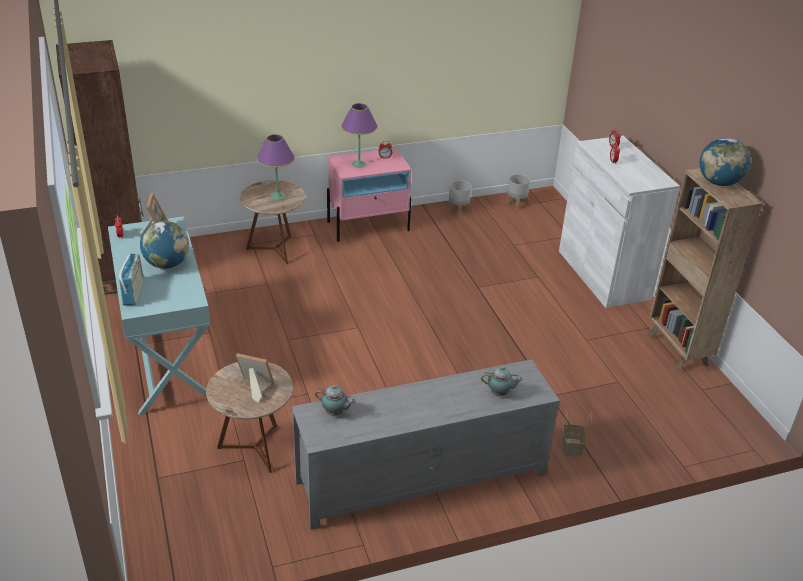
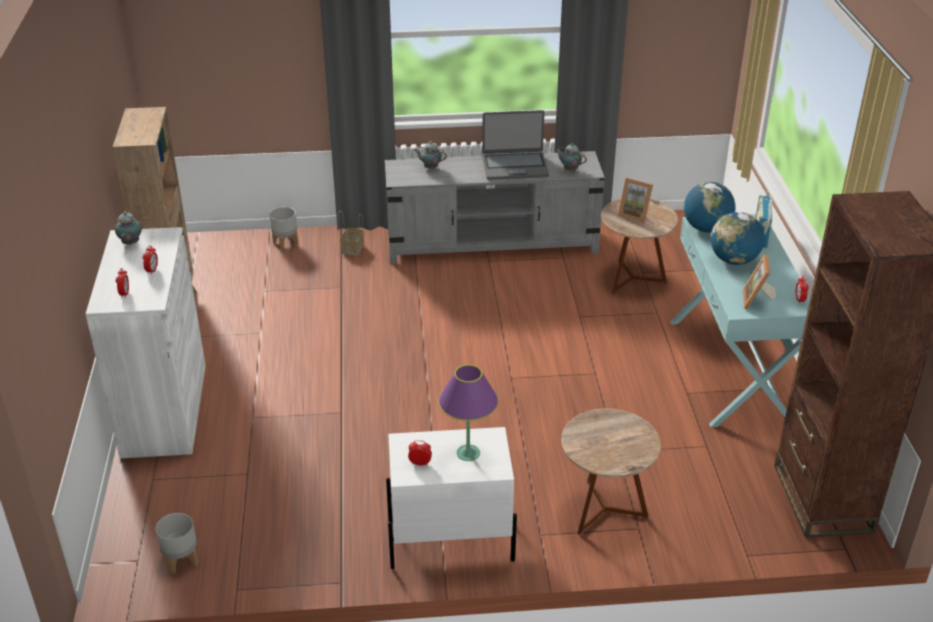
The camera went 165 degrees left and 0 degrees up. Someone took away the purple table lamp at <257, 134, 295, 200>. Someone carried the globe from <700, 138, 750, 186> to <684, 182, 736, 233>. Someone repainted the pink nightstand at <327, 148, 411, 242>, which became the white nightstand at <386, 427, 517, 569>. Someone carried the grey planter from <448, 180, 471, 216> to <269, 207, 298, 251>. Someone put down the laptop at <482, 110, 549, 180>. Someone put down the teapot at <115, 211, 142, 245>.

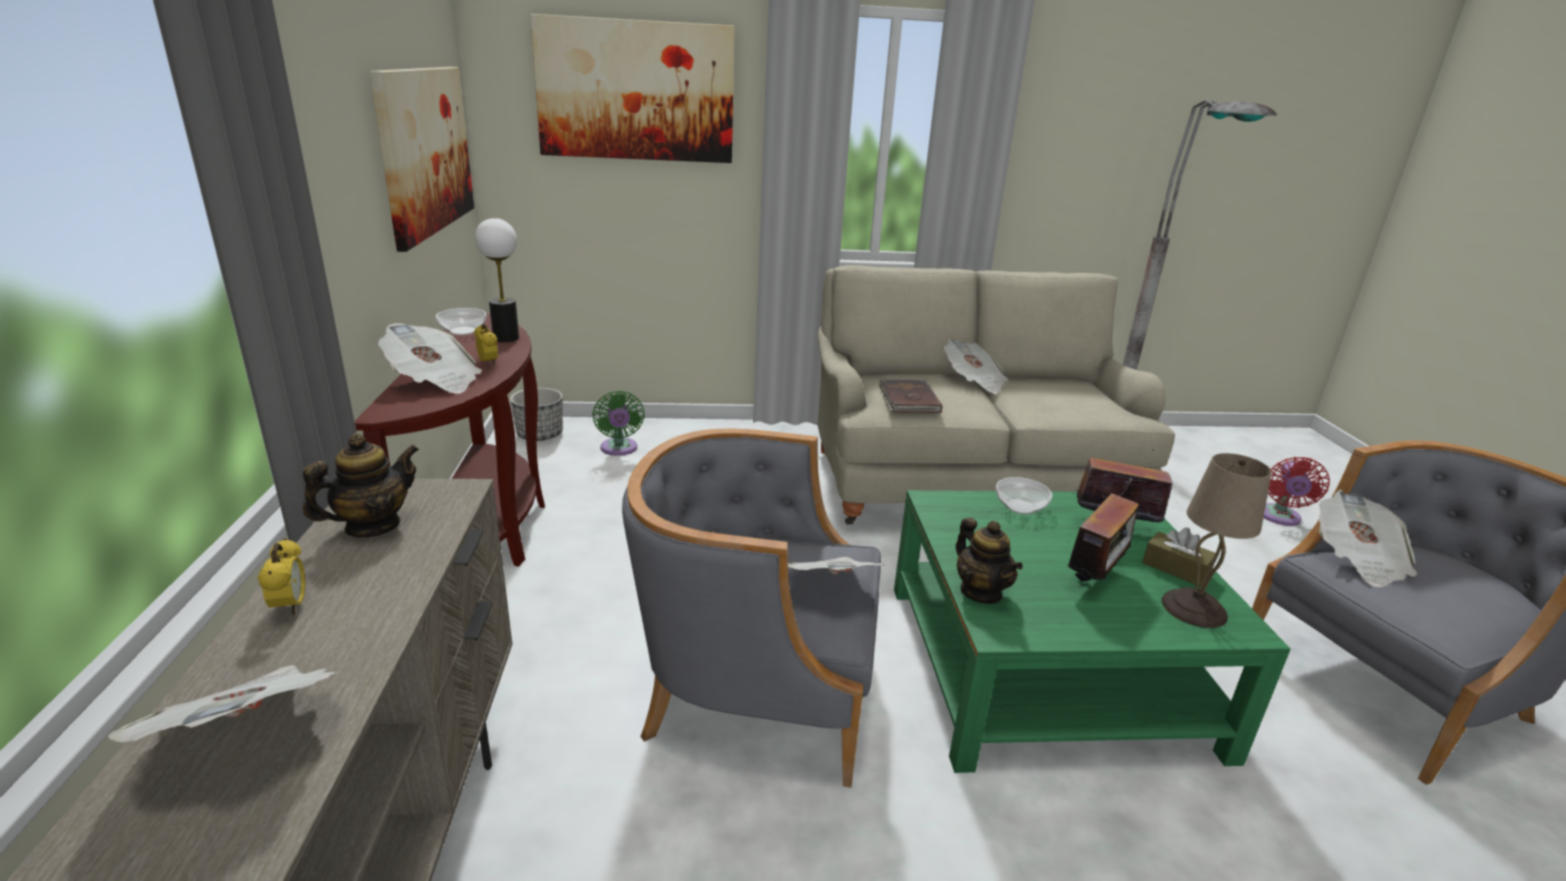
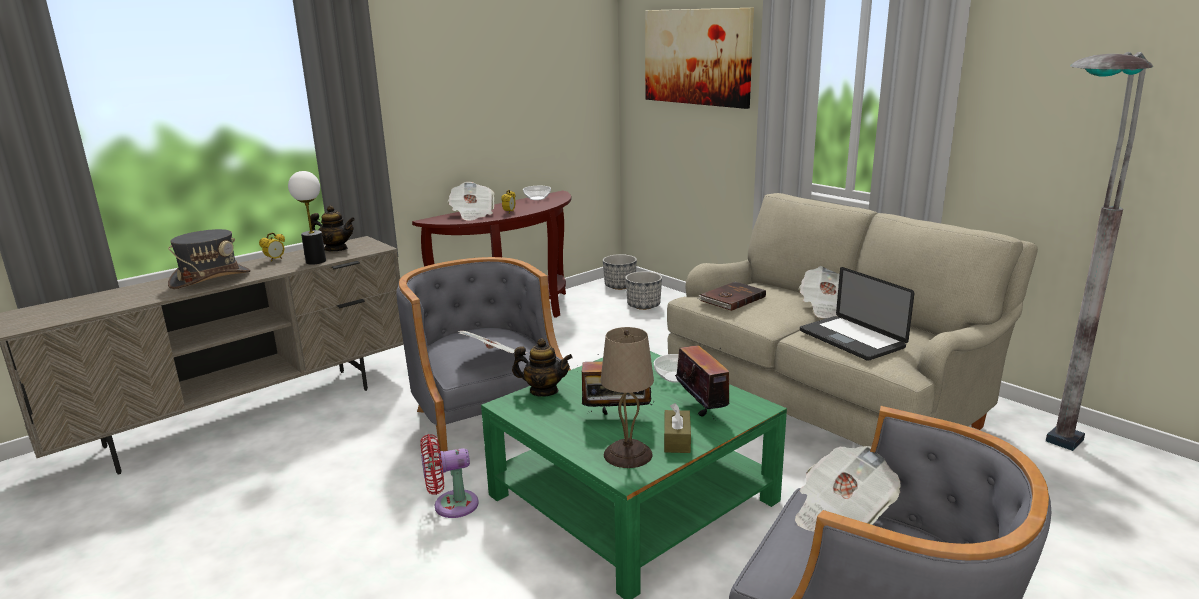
The camera went 55 degrees right and 5 degrees down. Someone took away the picture at <369, 67, 474, 252>. Someone carried the table lamp from <475, 218, 519, 342> to <288, 171, 326, 264>. Someone swapped the green fan at <592, 391, 645, 456> for the planter at <625, 271, 662, 310>. Someone carried the red fan from <1263, 457, 1330, 526> to <420, 434, 479, 518>. Someone rotated the teapot at <956, 518, 1023, 604> by 105 degrees counterclockwise. Someone swapped the newspaper at <108, 665, 339, 742> for the grey hat at <168, 229, 250, 289>. Someone put down the laptop at <800, 267, 915, 361>.

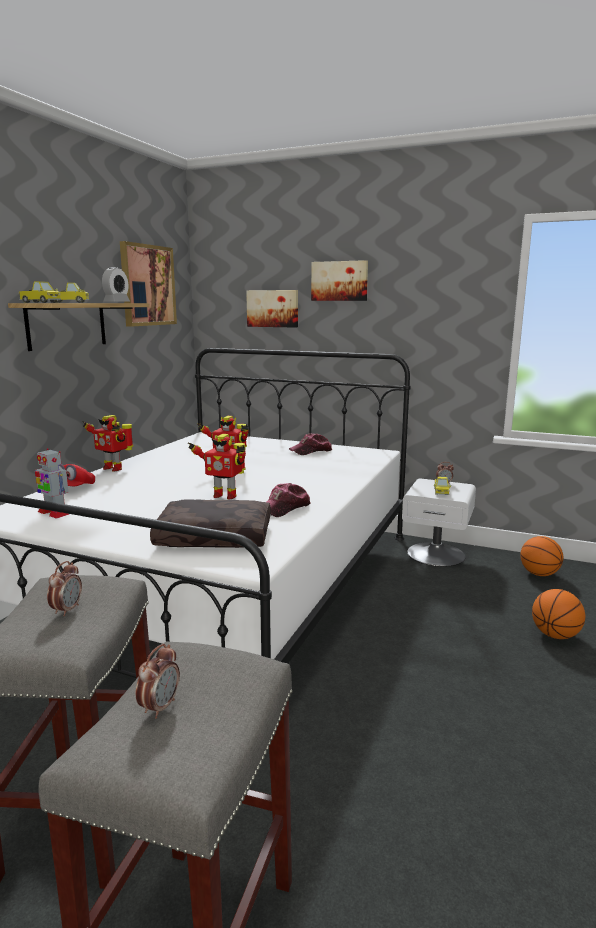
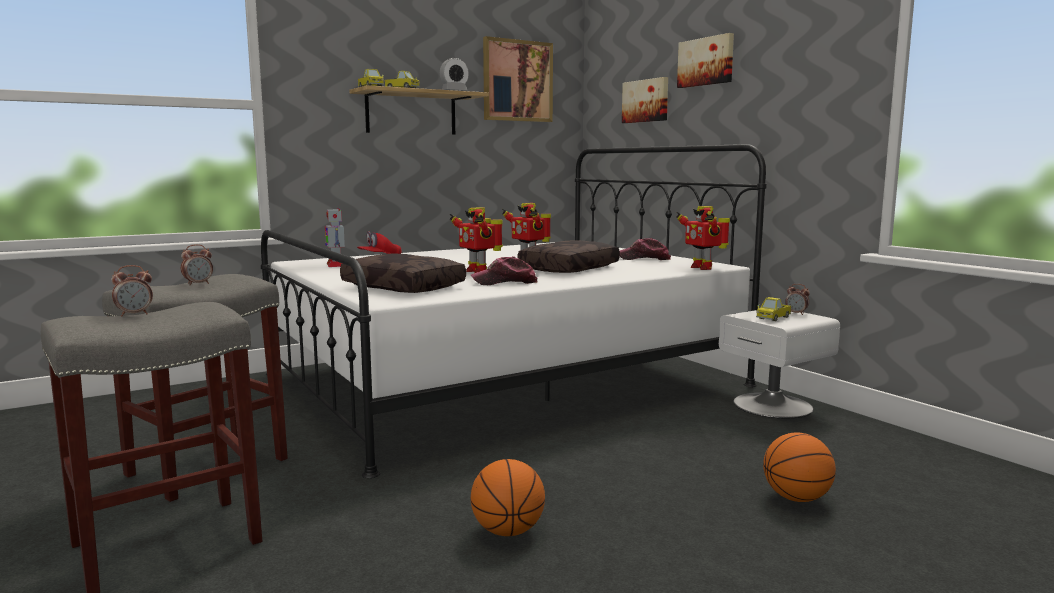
The camera went 35 degrees right and 5 degrees down. Someone carried the toy robot from <83, 415, 133, 471> to <676, 206, 730, 270>. Someone carried the basketball from <520, 536, 563, 576> to <471, 459, 545, 536>. Someone put down the brown pillow at <518, 240, 620, 273>.

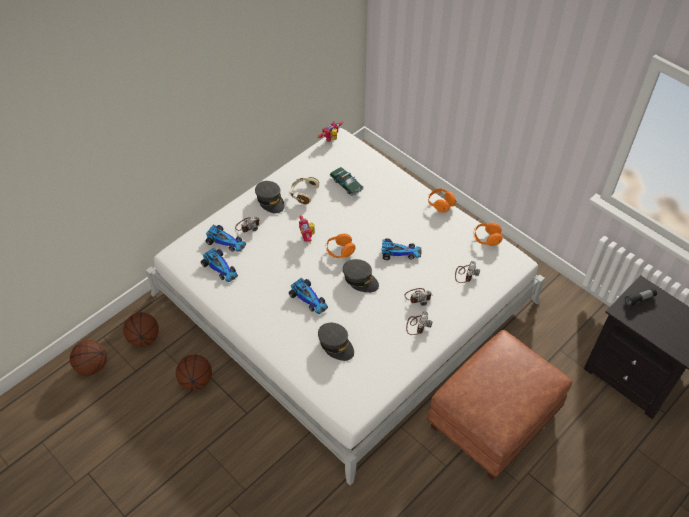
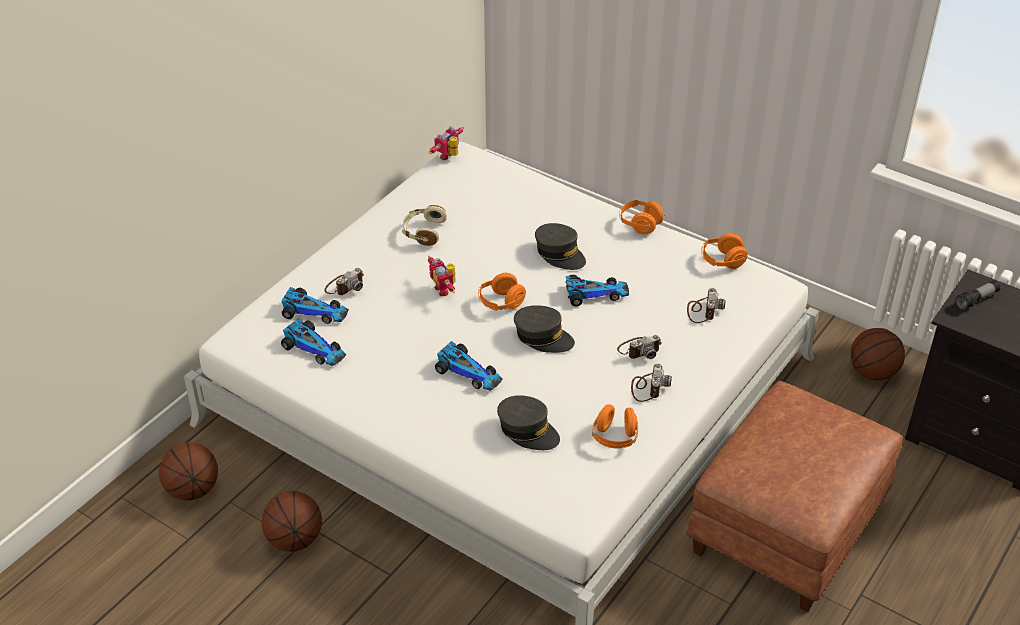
The camera went 10 degrees left and 10 degrees down. Someone took away the toy car at <329, 167, 364, 196>. Someone carried the grey cap from <255, 181, 285, 214> to <535, 223, 586, 270>. Someone carried the basketball from <70, 340, 107, 376> to <851, 328, 905, 381>. Someone put down the orange headphones at <592, 404, 638, 448>.

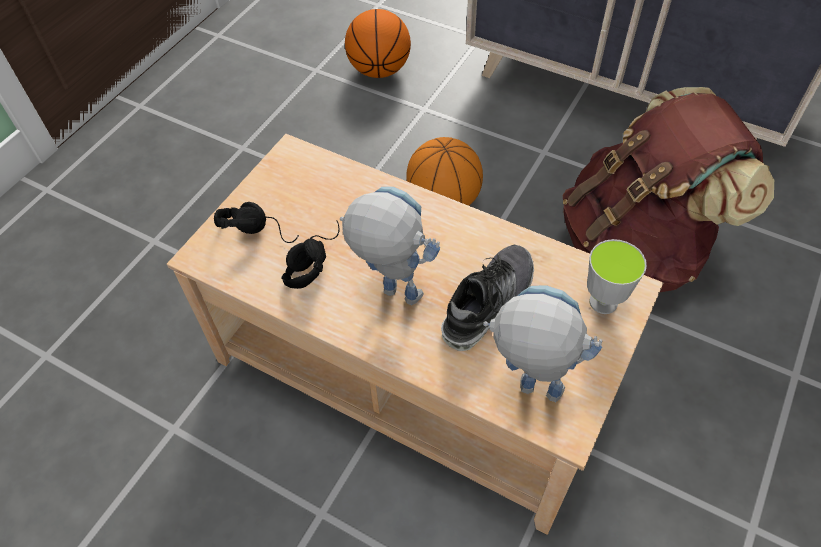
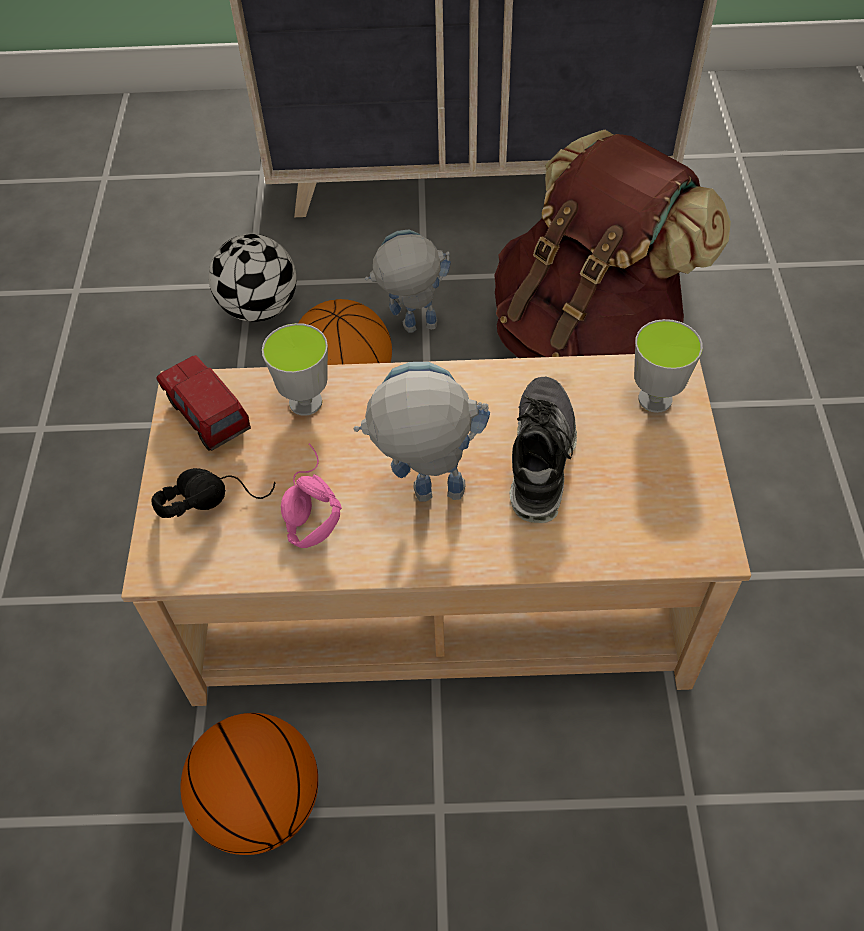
The camera went 30 degrees left and 0 degrees up. Someone carried the basketball from <345, 9, 411, 78> to <181, 713, 318, 855>. Someone repainted the black headphones at <281, 220, 339, 289>, which became the pink headphones at <281, 443, 342, 548>. Someone carried the toy robot from <483, 286, 602, 402> to <365, 229, 451, 333>. Someone put down the football at <209, 234, 296, 322>. Someone put down the cup at <262, 323, 328, 416>. Someone put down the toy truck at <156, 355, 251, 451>.

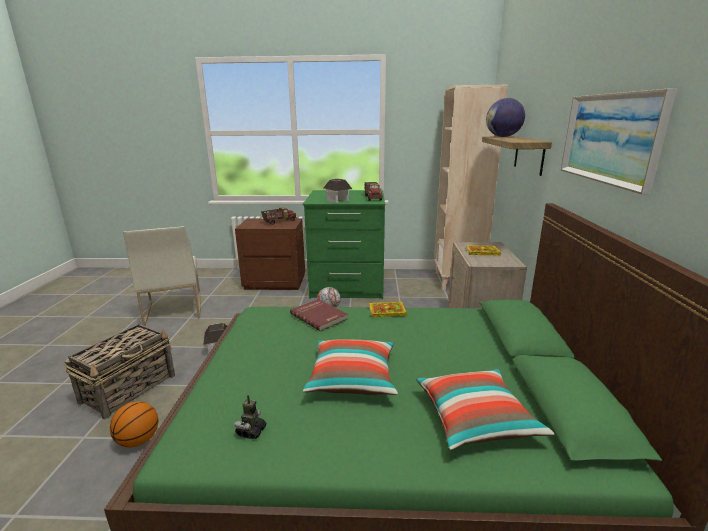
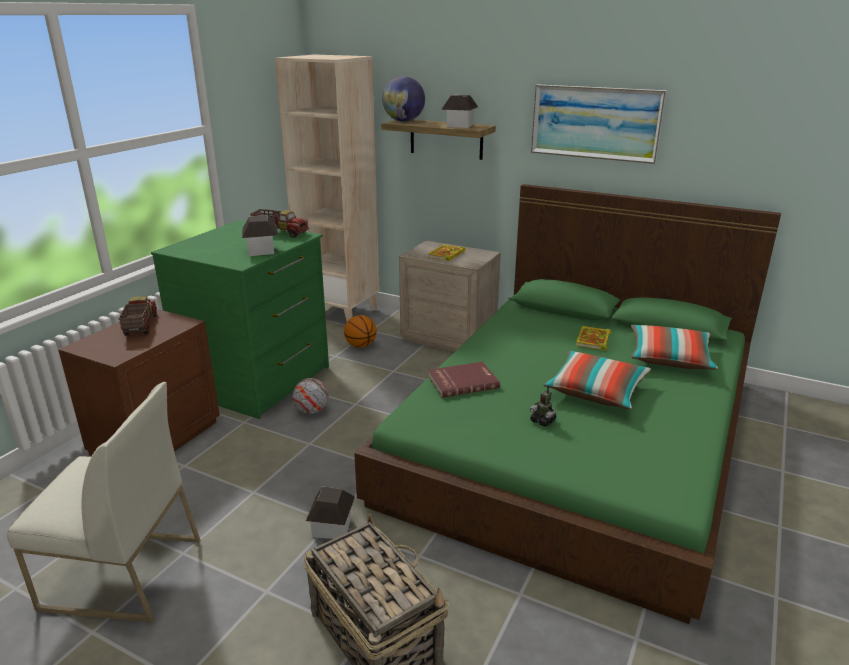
The camera went 65 degrees left and 5 degrees up. Someone carried the book from <369, 302, 407, 317> to <576, 326, 611, 351>. Someone carried the toy robot from <234, 395, 267, 439> to <530, 385, 556, 427>. Someone carried the basketball from <110, 401, 159, 448> to <344, 315, 377, 348>. Someone put down the toy house at <441, 95, 478, 128>.

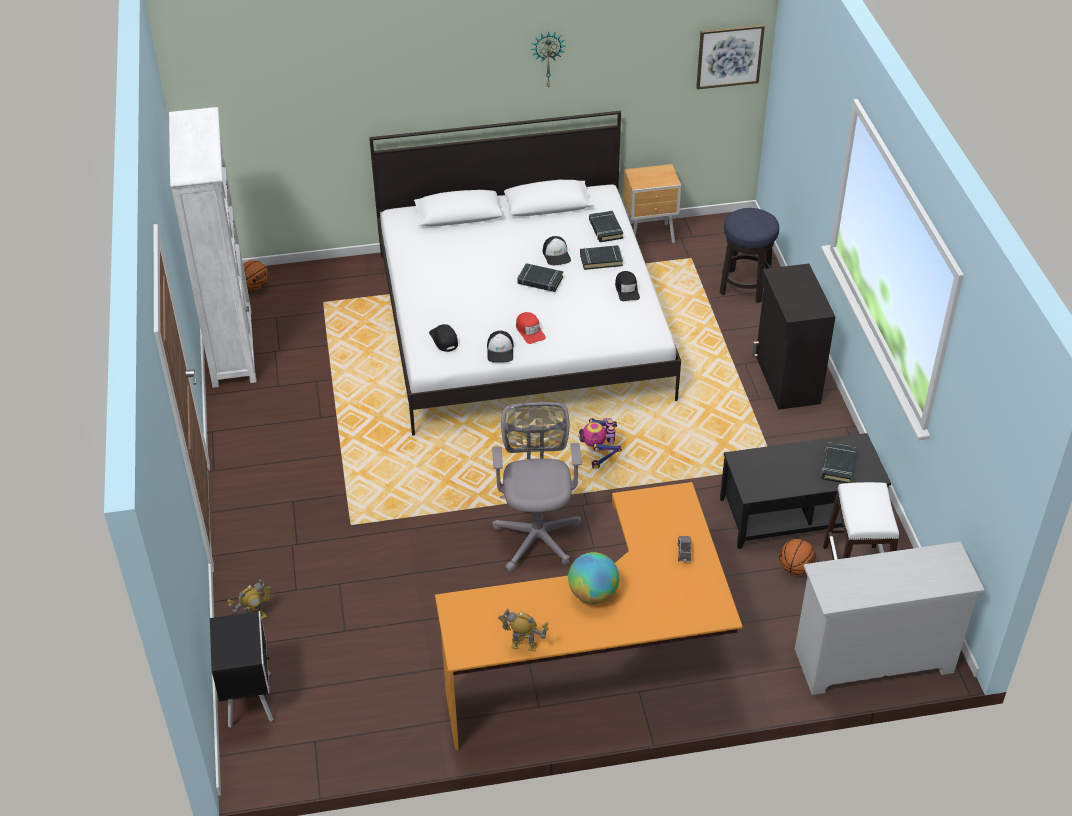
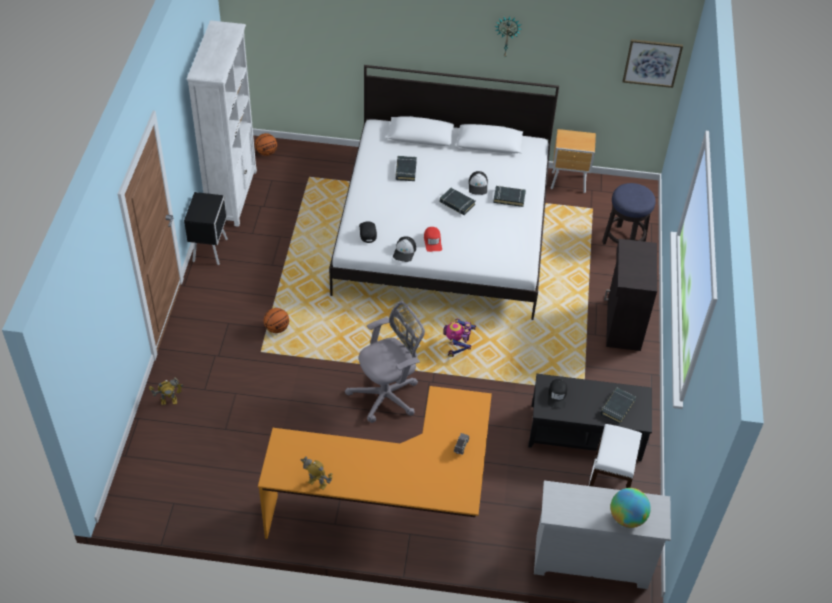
The camera went 15 degrees right and 5 degrees up. Someone carried the black book from <589, 211, 623, 242> to <396, 156, 417, 181>. Someone carried the black cap from <615, 271, 640, 301> to <548, 379, 567, 409>. Someone rotated the grey office chair at <492, 402, 582, 572> by 45 degrees clockwise. Someone carried the basketball from <779, 539, 816, 575> to <264, 308, 289, 333>. Someone carried the globe from <568, 552, 619, 604> to <610, 488, 651, 528>. Someone carried the black nightstand from <210, 611, 274, 728> to <184, 192, 228, 265>.

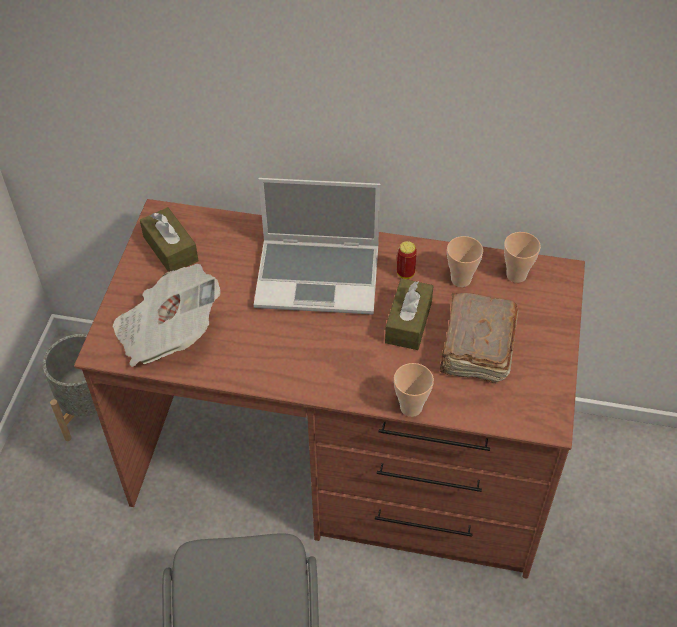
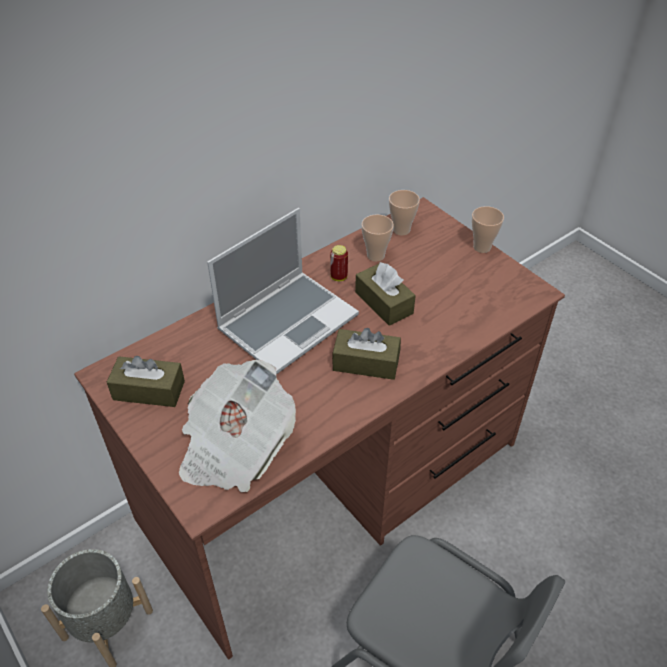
The camera went 50 degrees left and 5 degrees down. Someone took away the brown book at <440, 293, 518, 384>. Someone carried the cup from <394, 363, 434, 417> to <472, 206, 504, 253>. Someone put down the brown tissue box at <332, 328, 401, 380>.

